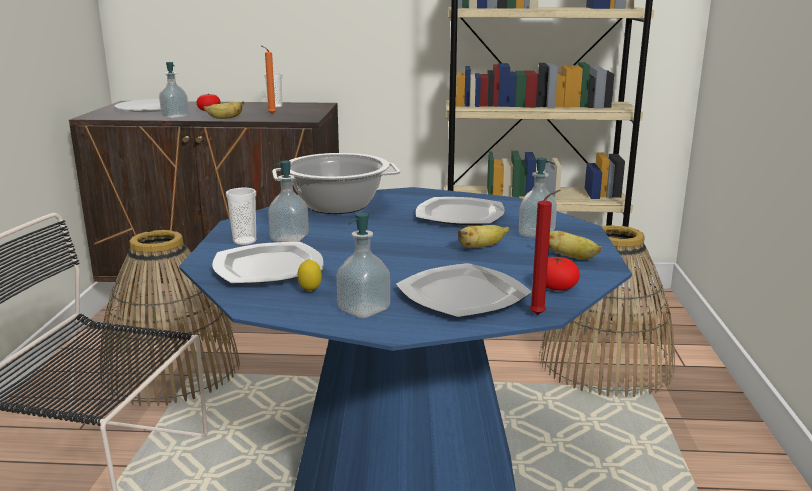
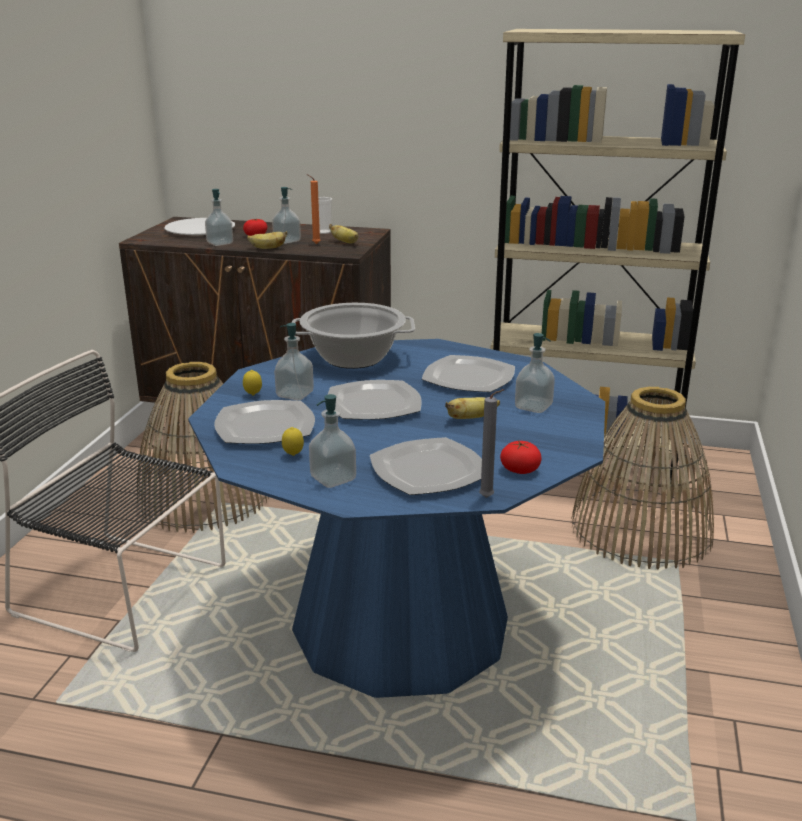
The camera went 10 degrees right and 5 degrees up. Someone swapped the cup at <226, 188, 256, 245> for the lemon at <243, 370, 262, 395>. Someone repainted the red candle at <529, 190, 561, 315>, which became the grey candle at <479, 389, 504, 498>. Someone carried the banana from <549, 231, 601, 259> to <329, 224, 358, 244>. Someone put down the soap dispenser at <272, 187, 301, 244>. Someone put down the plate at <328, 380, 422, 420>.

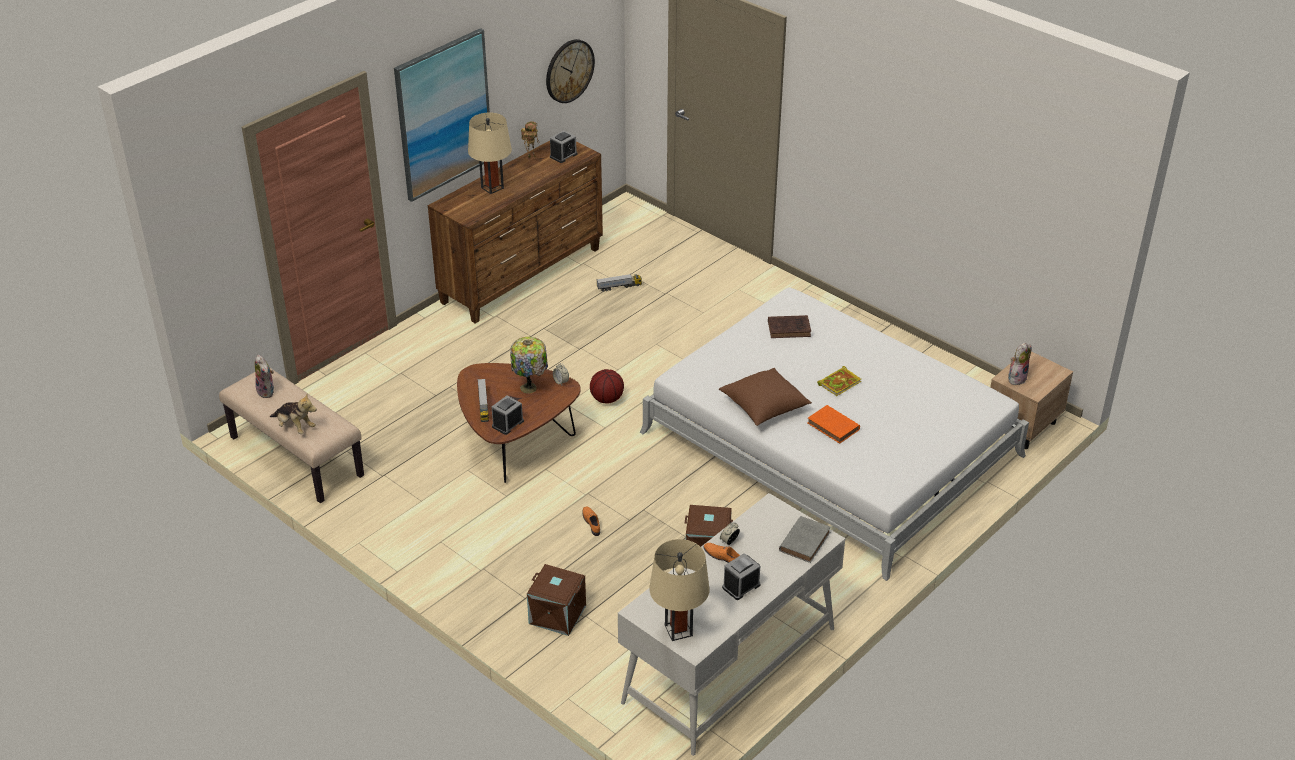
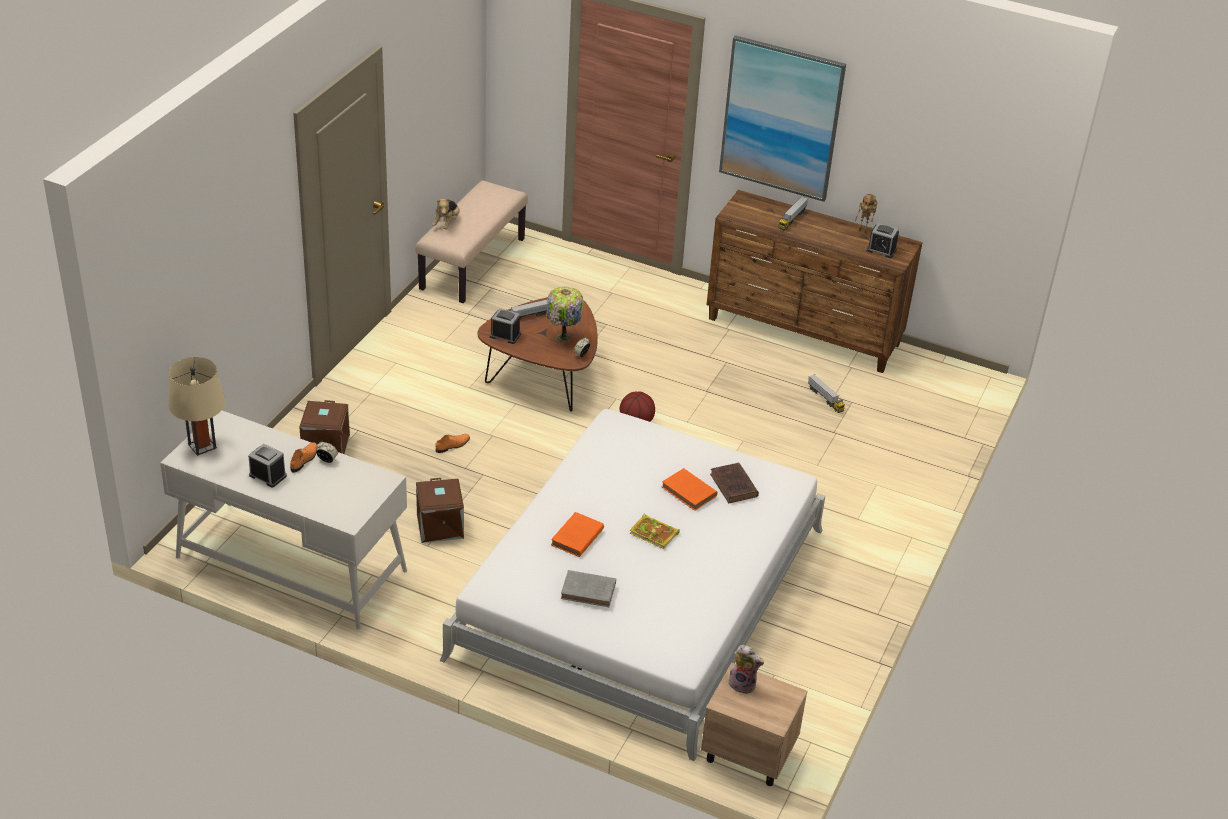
The camera went 70 degrees right and 0 degrees up. Someone took away the wall clock at <546, 39, 595, 103>. Someone swapped the beige table lamp at <468, 112, 512, 194> for the toy truck at <778, 196, 808, 231>. Someone took away the plush toy at <255, 355, 274, 398>. Someone took away the brown pillow at <719, 368, 812, 426>. Someone carried the grey book from <779, 516, 831, 563> to <561, 570, 616, 607>. Someone put down the orange book at <662, 468, 717, 511>.

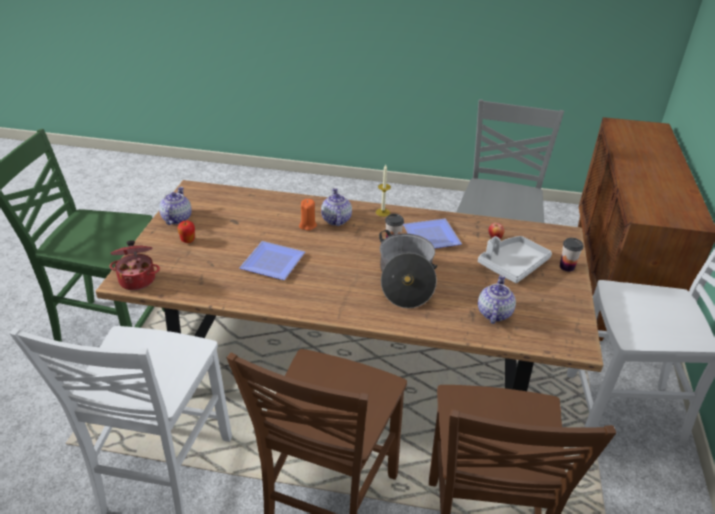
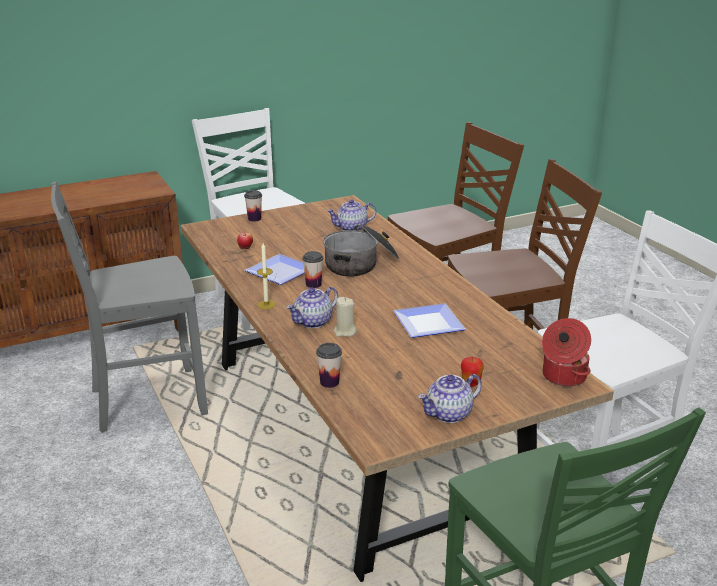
The camera went 125 degrees left and 10 degrees down. Someone repainted the orange candle at <299, 199, 317, 231>, which became the beige candle at <333, 297, 357, 337>. Someone took away the grey tray at <478, 236, 552, 283>. Someone put down the cup at <316, 343, 342, 388>.

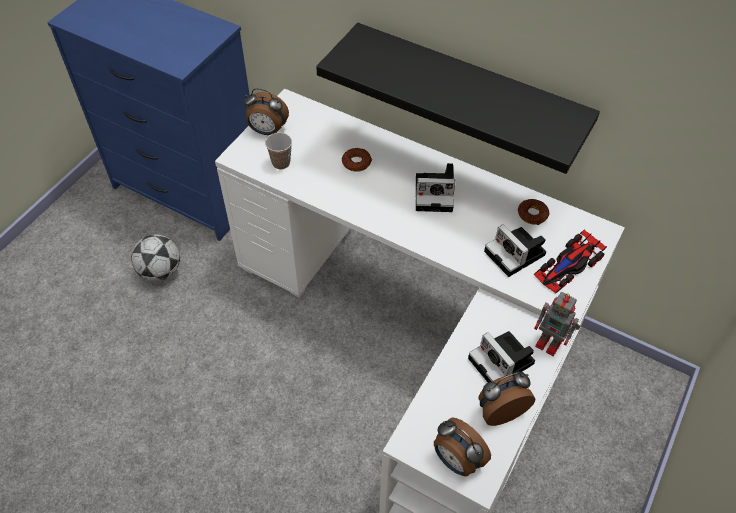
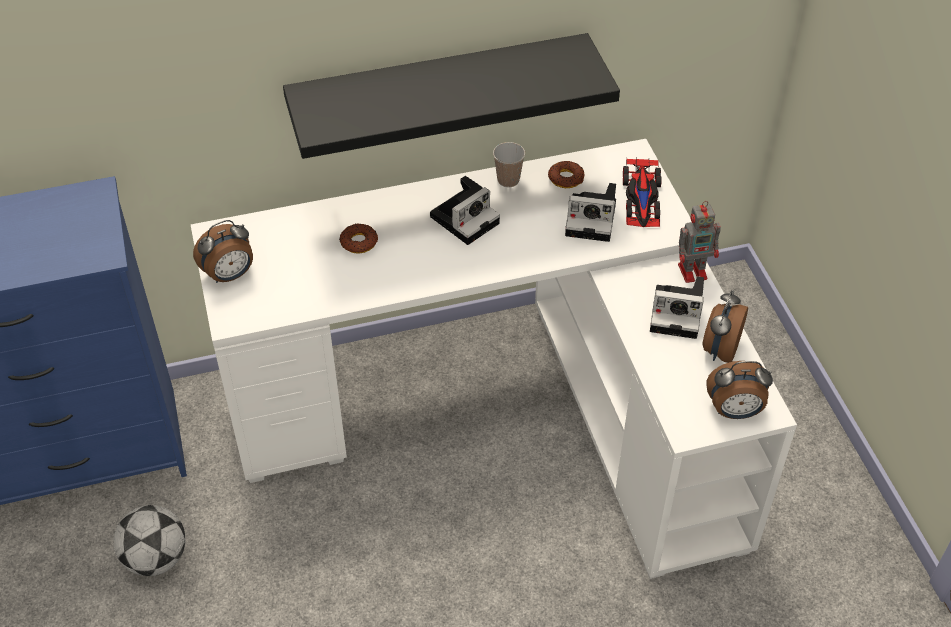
The camera went 45 degrees left and 5 degrees down. Someone carried the cup from <265, 132, 292, 169> to <493, 142, 525, 188>.

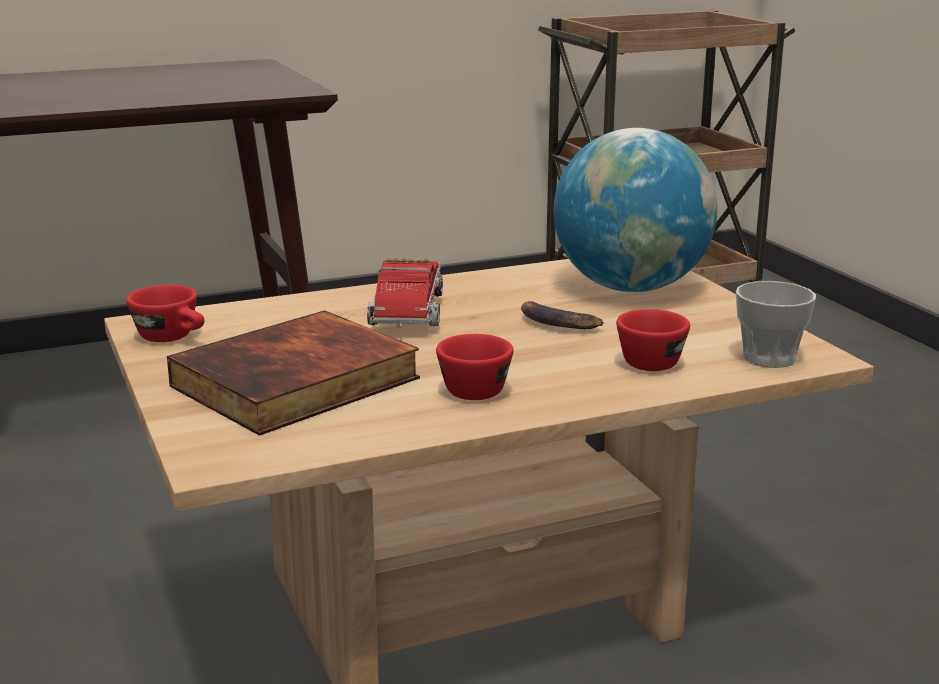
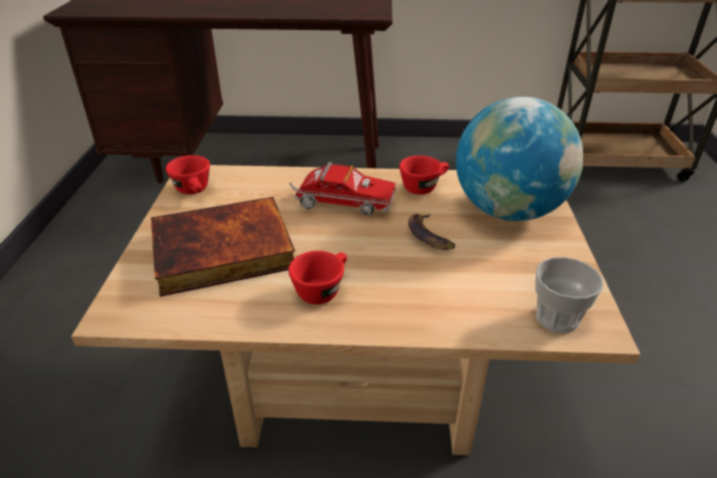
The camera went 25 degrees right and 15 degrees up. Someone rotated the toy truck at <367, 258, 443, 328> by 75 degrees clockwise. Someone carried the red cup from <616, 309, 690, 371> to <399, 155, 449, 195>.

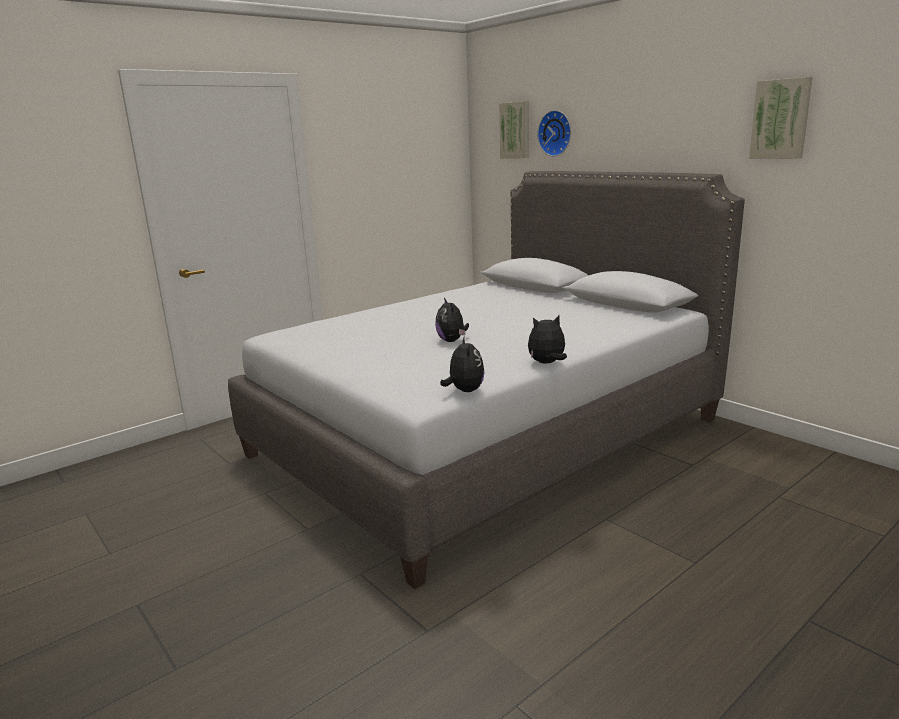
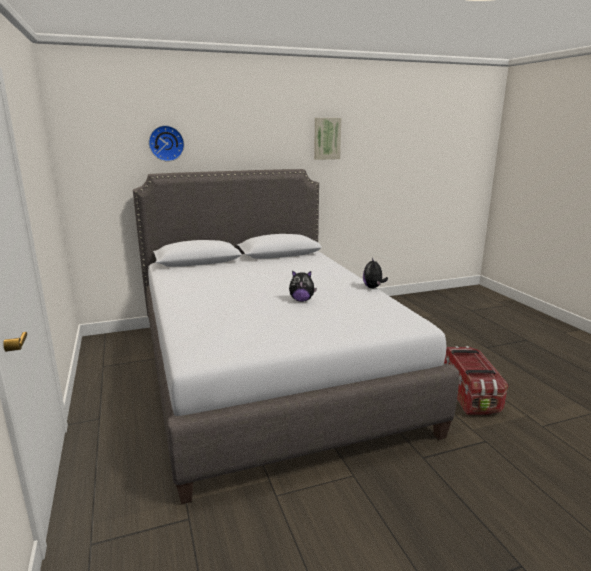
The camera went 70 degrees left and 0 degrees up. Someone took away the picture at <499, 101, 529, 158>. Someone took away the plush toy at <440, 337, 485, 392>. Someone put down the storage box at <444, 346, 509, 415>.

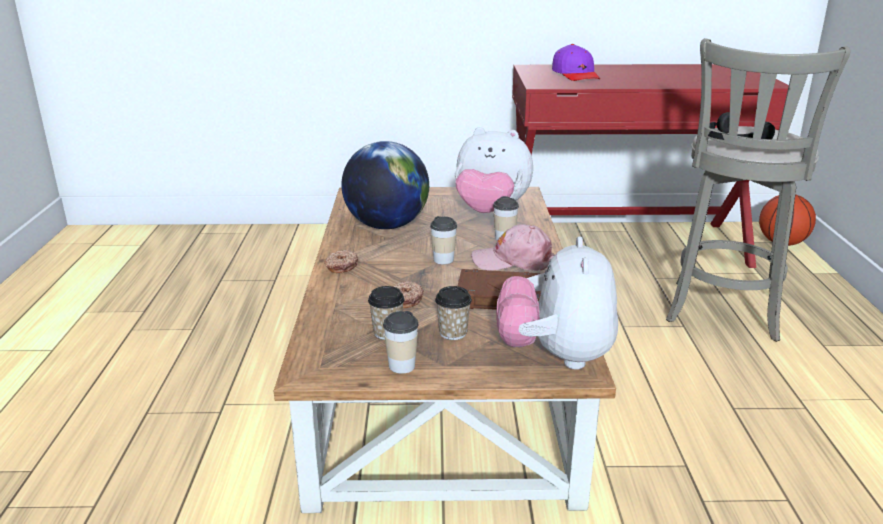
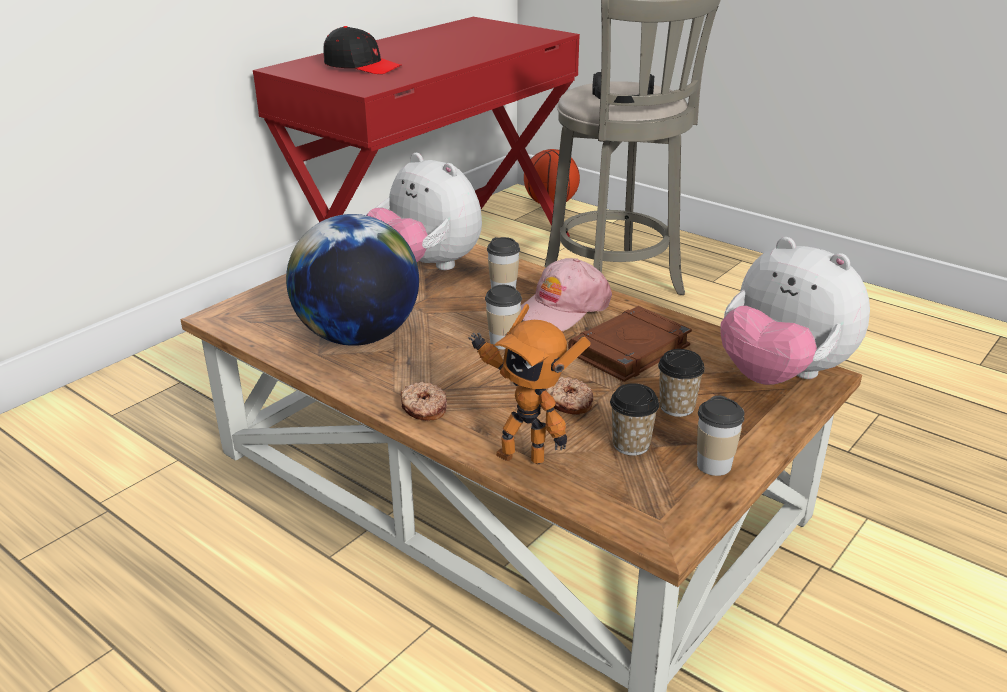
The camera went 50 degrees left and 5 degrees up. Someone repainted the purple cap at <552, 44, 600, 81>, which became the black cap at <323, 26, 402, 74>. Someone rotated the plush toy at <455, 127, 533, 213> by 75 degrees clockwise. Someone put down the toy robot at <468, 304, 591, 464>.

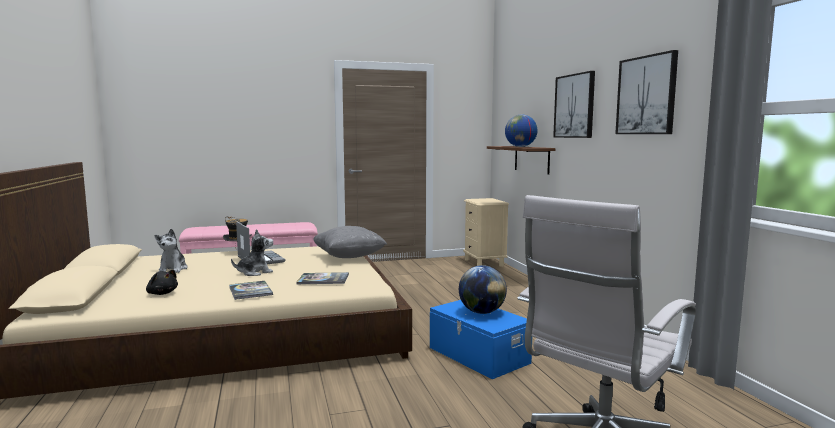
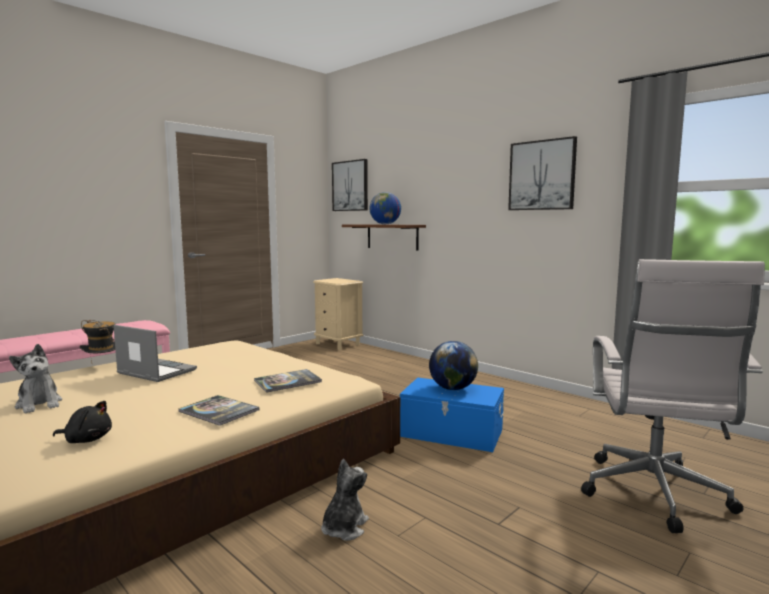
The camera went 30 degrees left and 0 degrees up. Someone carried the picture from <553, 71, 595, 138> to <332, 159, 368, 211>. Someone took away the grey pillow at <313, 226, 387, 258>. Someone carried the plush toy from <231, 229, 273, 276> to <321, 459, 369, 541>.

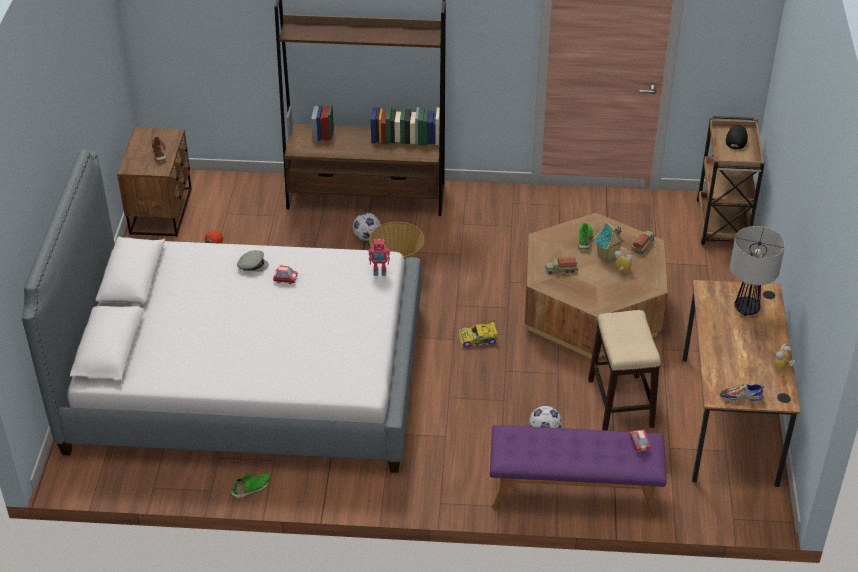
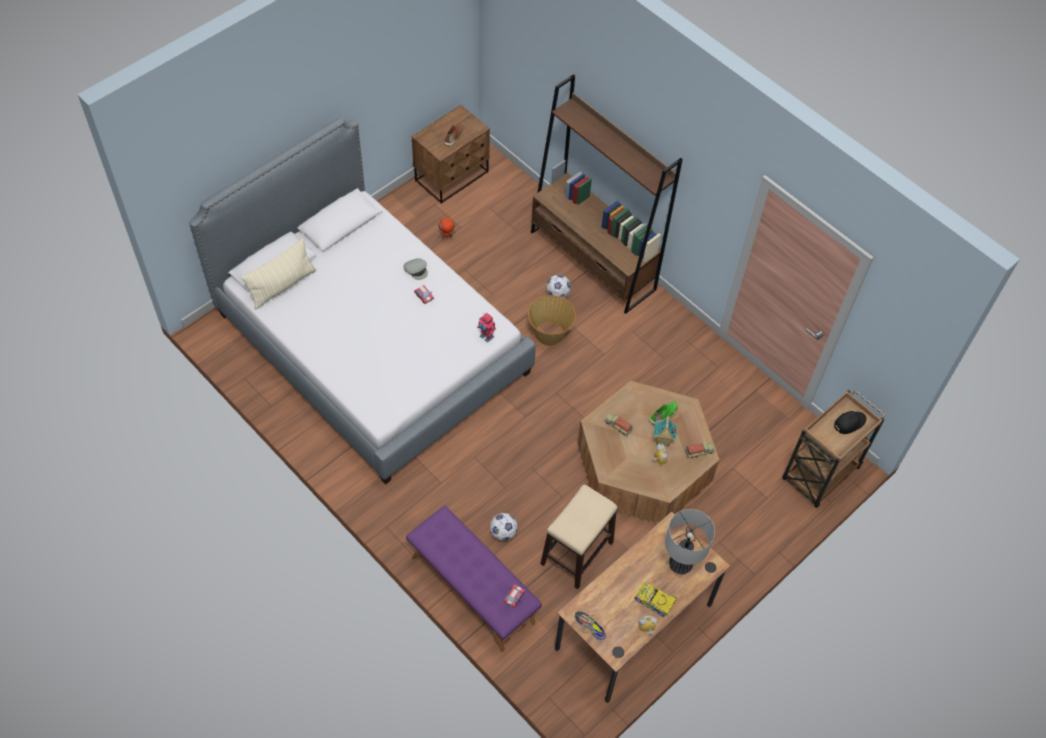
The camera went 40 degrees right and 15 degrees up. Someone carried the toy car from <459, 321, 498, 347> to <634, 582, 677, 618>. Someone took away the green shoe at <231, 472, 270, 499>. Someone put down the beige pillow at <242, 238, 316, 310>.

